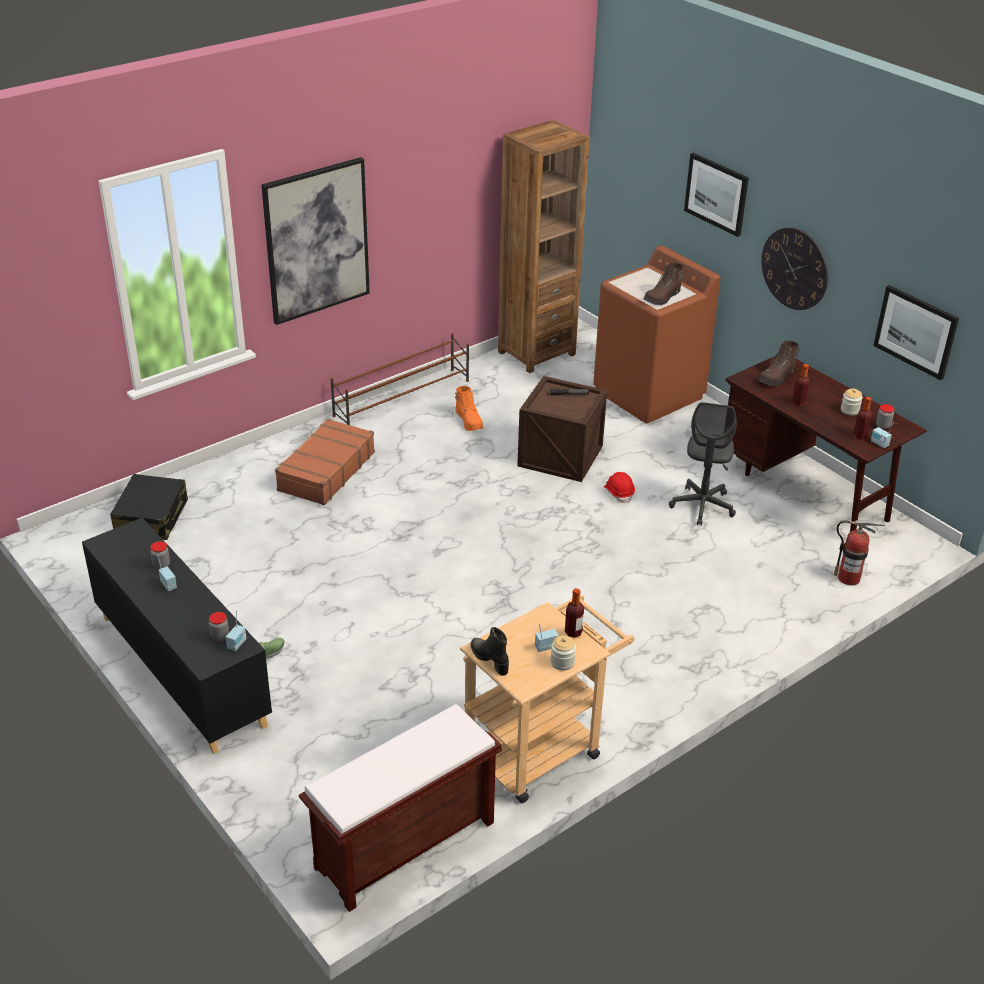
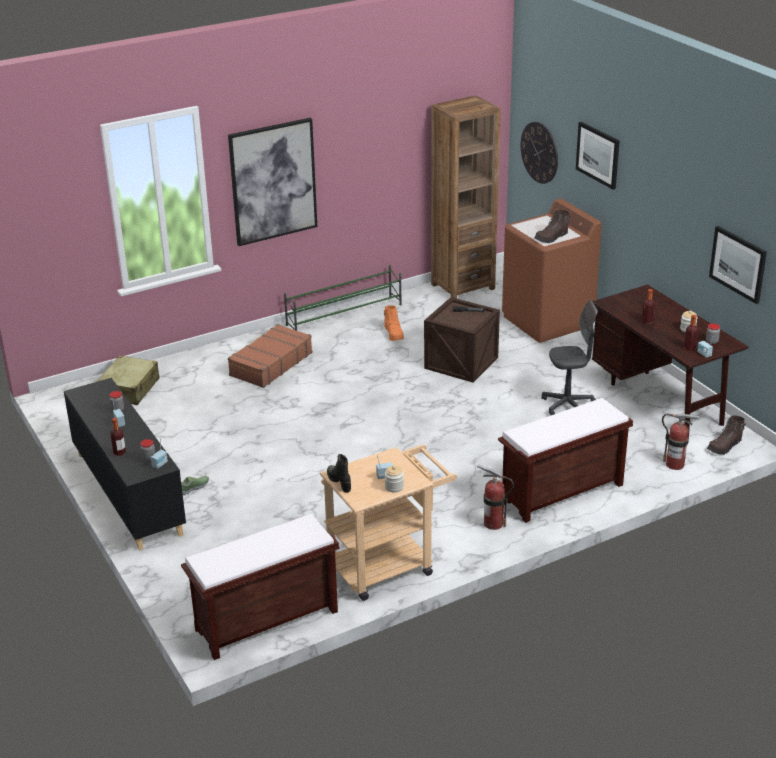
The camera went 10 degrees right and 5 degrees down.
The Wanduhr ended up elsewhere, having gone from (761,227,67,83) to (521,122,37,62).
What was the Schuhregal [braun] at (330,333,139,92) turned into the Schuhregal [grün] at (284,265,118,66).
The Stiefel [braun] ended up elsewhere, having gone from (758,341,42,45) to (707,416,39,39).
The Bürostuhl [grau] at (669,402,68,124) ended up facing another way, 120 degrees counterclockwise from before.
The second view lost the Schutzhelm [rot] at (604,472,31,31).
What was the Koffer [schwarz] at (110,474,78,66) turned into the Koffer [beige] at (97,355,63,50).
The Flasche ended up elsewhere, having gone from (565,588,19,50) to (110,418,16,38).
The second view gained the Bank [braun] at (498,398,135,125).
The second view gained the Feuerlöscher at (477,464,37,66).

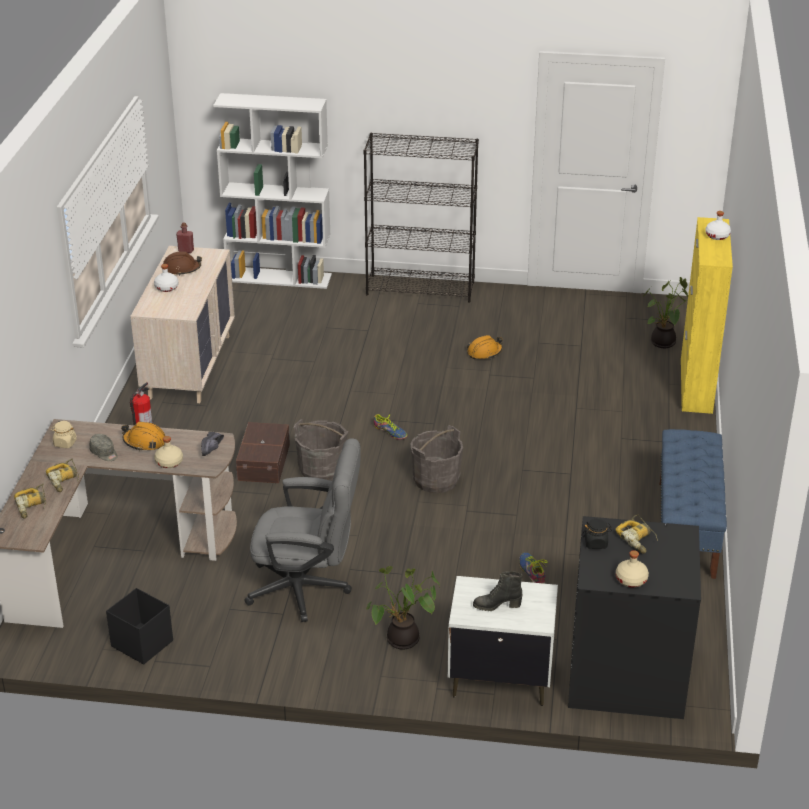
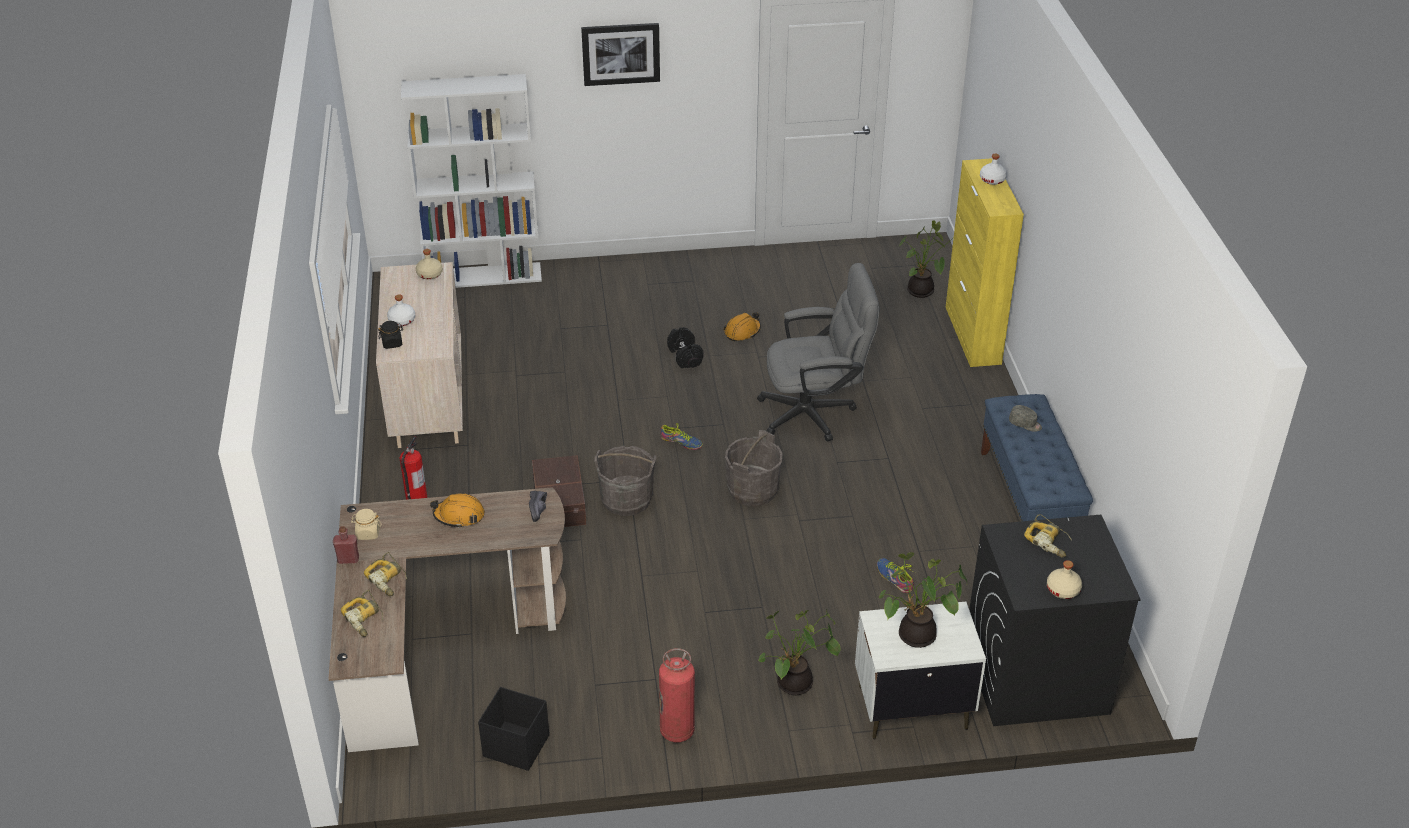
The camera went 15 degrees left and 5 degrees up.
The second view lost the Bücherregal [schwarz] at (363,132,116,170).
The Flasche [rot] ended up elsewhere, having gone from (176,222,18,31) to (333,526,26,38).
The second view lost the Schutzhelm [braun] at (163,251,39,25).
The Kappe [grau] ended up elsewhere, having gone from (89,434,29,27) to (1009,405,33,27).
The Flasche [beige] ended up elsewhere, having gone from (154,436,29,32) to (416,249,27,31).
The Bürostuhl [grau] ended up elsewhere, having gone from (244,438,117,184) to (757,263,123,178).
The Vorratsglas [schwarz] ended up elsewhere, having gone from (583,518,29,31) to (378,321,26,28).
Where the Stiefel [schwarz] stood at (473,571,50,40), the Topfpflanze came to stand at (879,552,88,96).
The second view gained the Bild at (581,23,79,63).
The second view gained the Hantel [schwarz] at (667,327,36,41).
The second view gained the Feuerlöscher at (659,648,36,95).

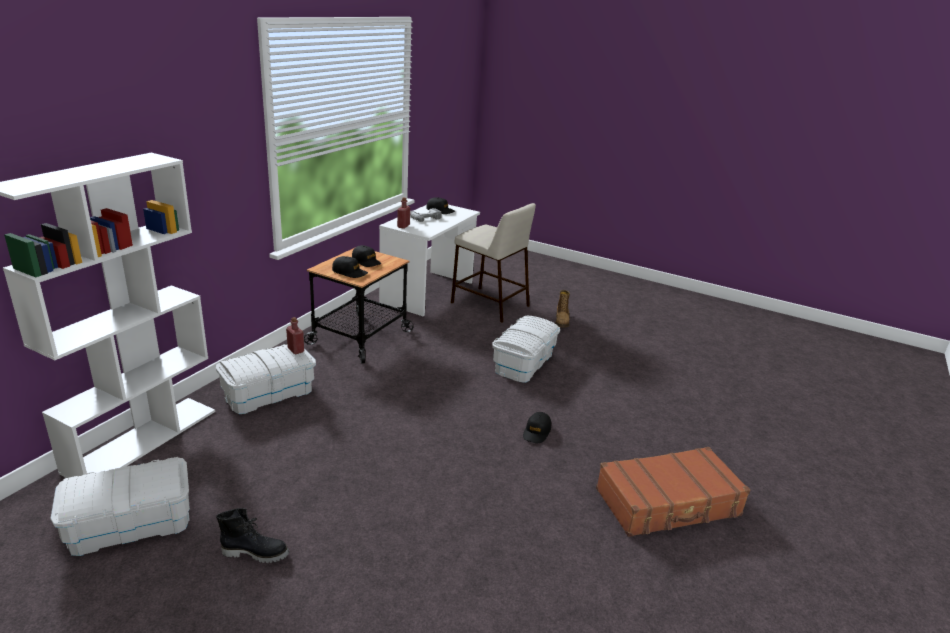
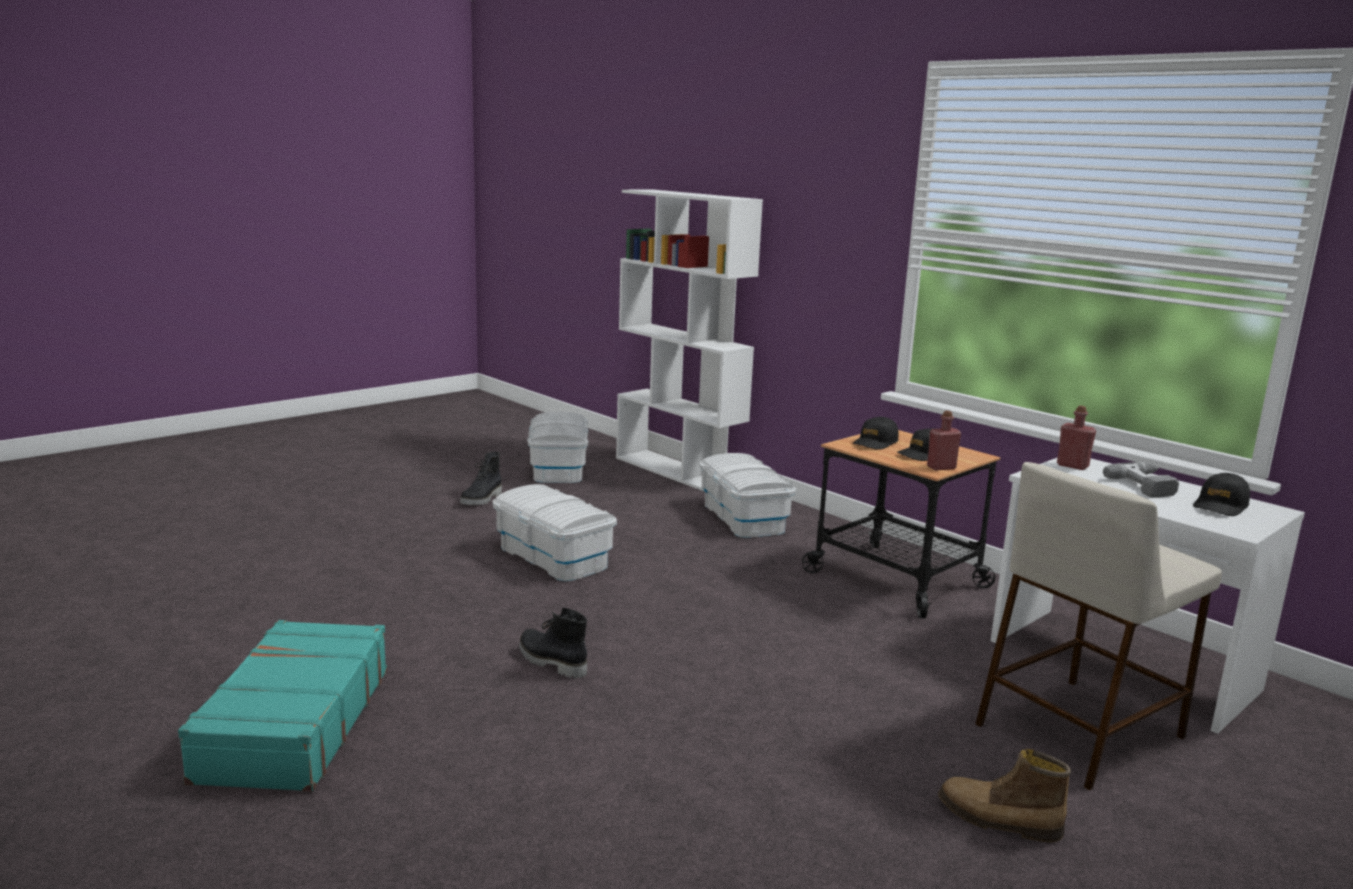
The camera went 110 degrees right and 10 degrees down.
The Aufbewahrungsbox [weiß] ended up elsewhere, having gone from (492,316,68,67) to (492,484,125,97).
The Flasche [rot] ended up elsewhere, having gone from (286,317,18,37) to (927,411,34,60).
Where the Kappe [schwarz] stood at (523,412,28,31), the Stiefel [schwarz] came to stand at (519,608,68,71).
What was the Koffer [braun] at (596,447,154,90) turned into the Koffer [türkis] at (178,620,209,172).

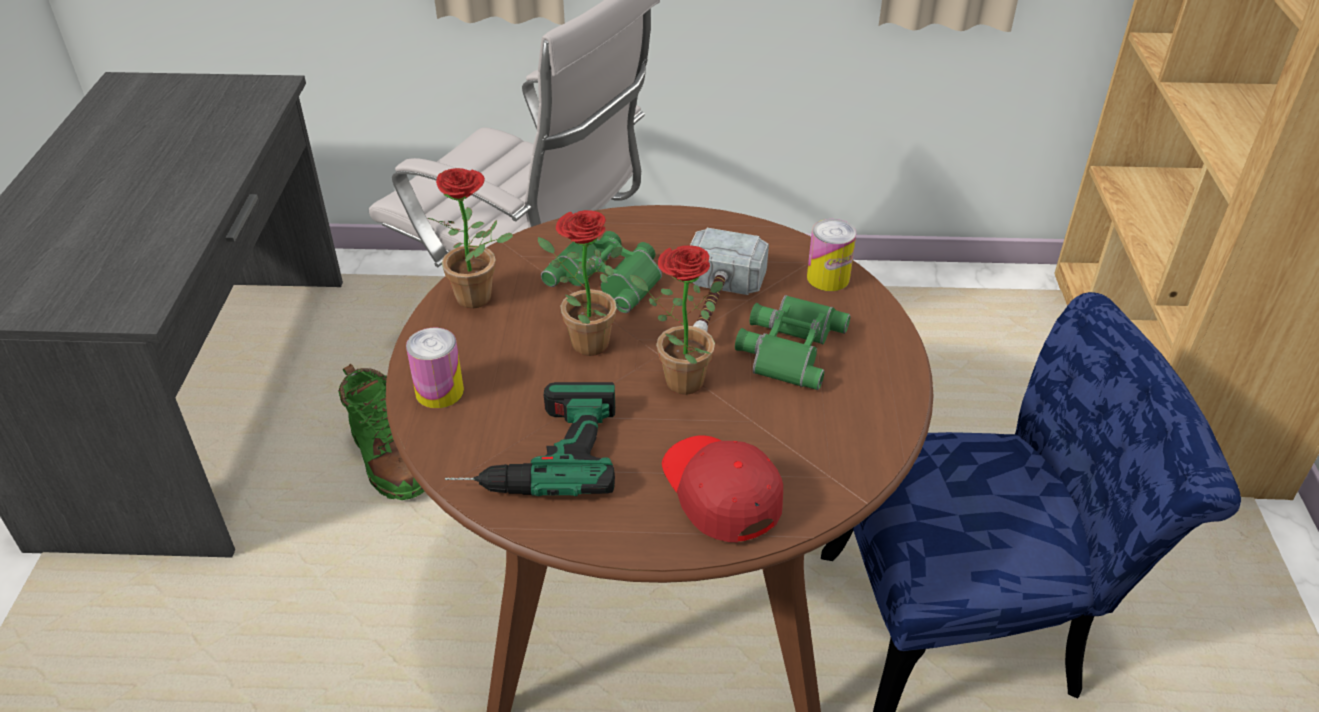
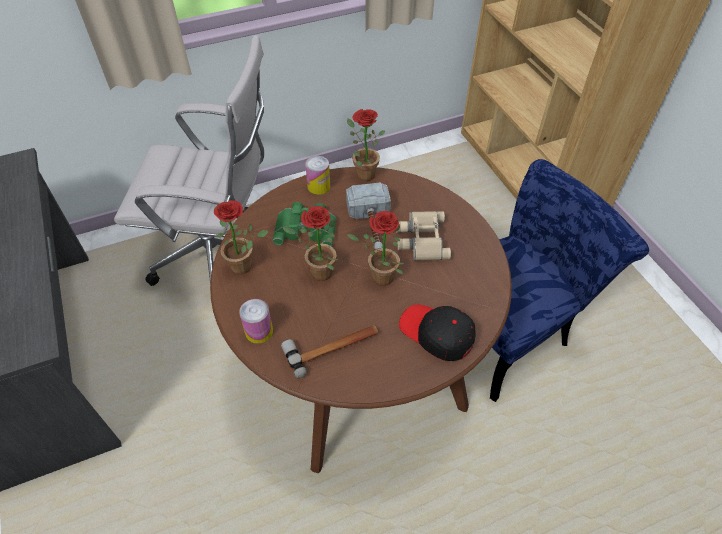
The camera went 25 degrees left and 10 degrees up.
The Dose ended up elsewhere, having gone from (807,219,49,72) to (305,156,25,39).
What was the Fernglas [grün] at (735,295,115,95) turned into the Fernglas [beige] at (396,211,55,50).
The second view lost the Stiefel [grün] at (338,364,87,136).
Where the Bohrmaschine stood at (445,382,170,114), the Hammer came to stand at (281,325,98,53).
What was the Kappe [rot] at (662,435,121,107) turned into the Kappe [schwarz] at (399,305,77,56).
The second view gained the Topfpflanze at (347,109,38,72).

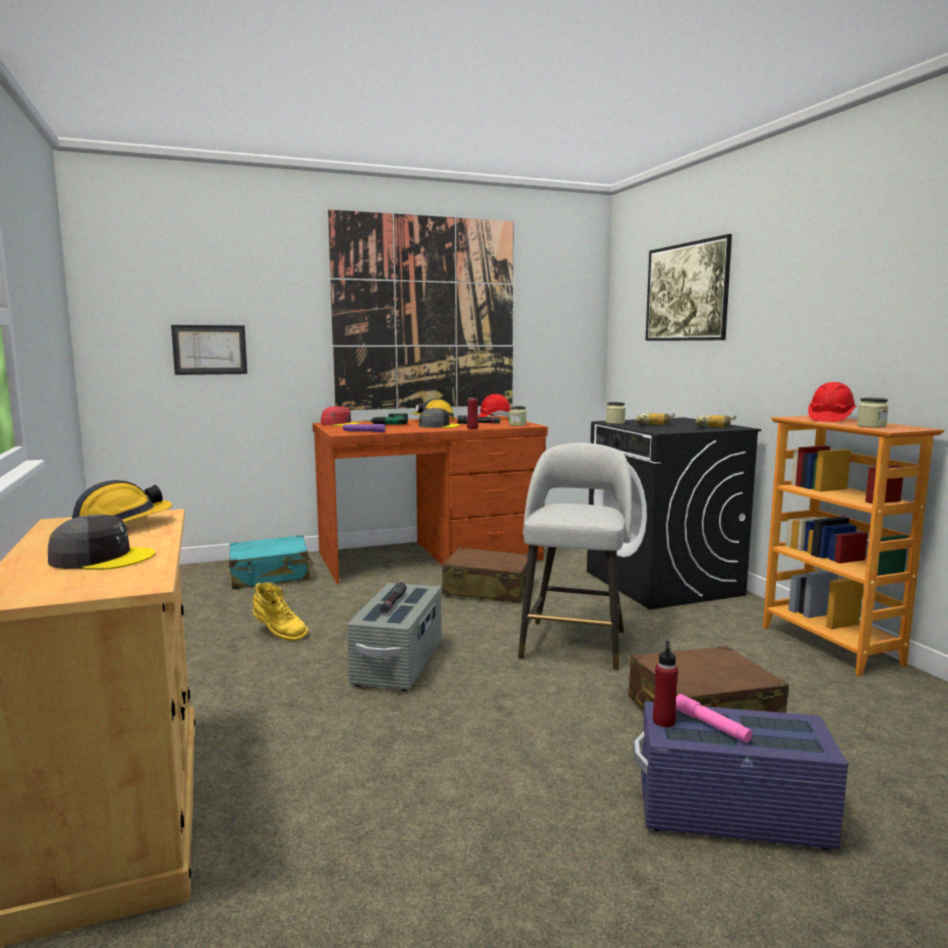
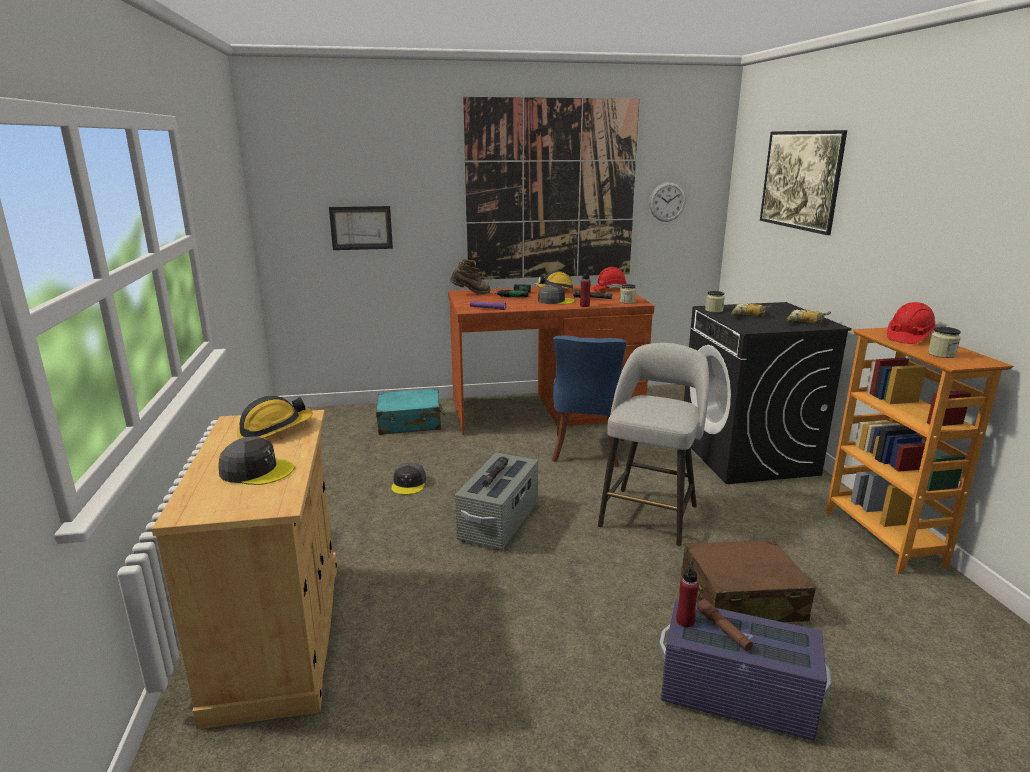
The camera went 10 degrees right and 10 degrees up.
Where the Kappe [rot] stood at (321,406,40,20), the Stiefel [braun] came to stand at (450,259,40,35).
Where the Koffer [braun] stood at (442,547,86,56), the Stuhl [blau] came to stand at (552,335,74,132).
Where the Stiefel [gelb] stood at (253,582,55,59), the Kappe [grau] came to stand at (391,462,35,33).
What was the Taschenlampe [rosa] at (676,694,76,49) turned into the Taschenlampe [braun] at (697,599,56,52).
The second view gained the Wanduhr at (649,182,37,40).

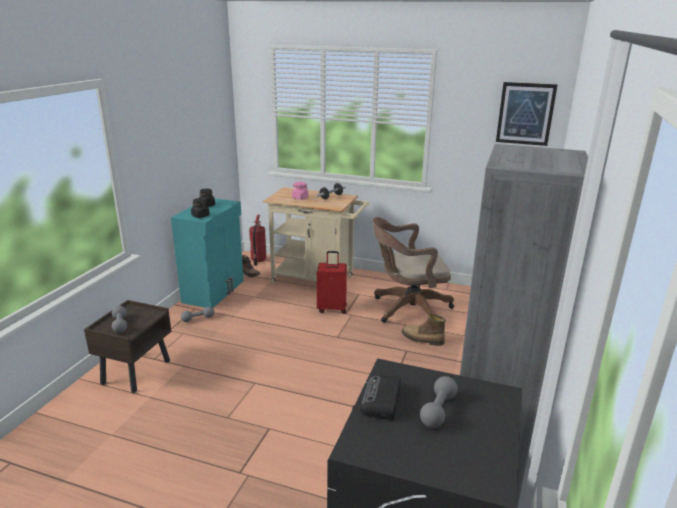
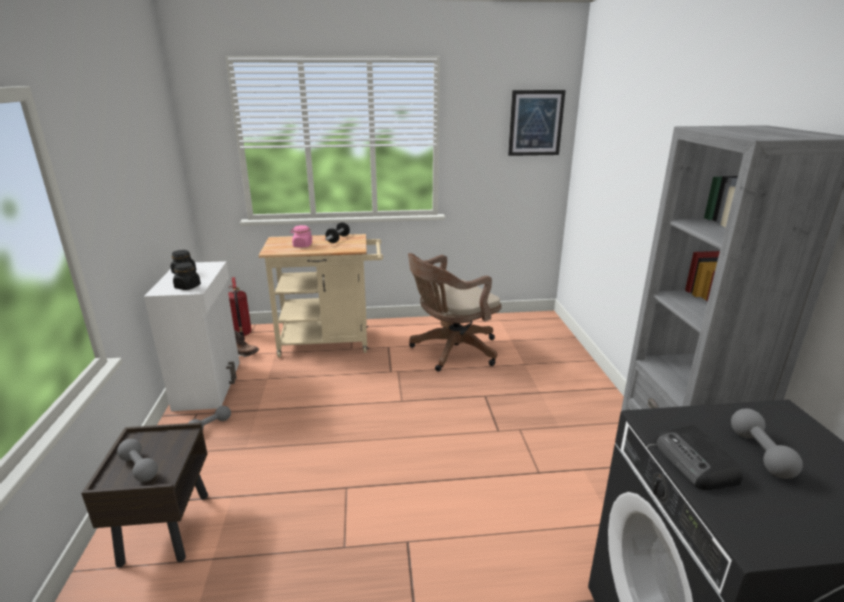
The camera went 25 degrees left and 0 degrees up.
What was the Schrank [türkis] at (171,198,73,110) turned into the Schrank [weiß] at (144,261,96,150).
The second view lost the Koffer [rot] at (317,251,30,63).
The second view lost the Stiefel at (401,314,45,32).

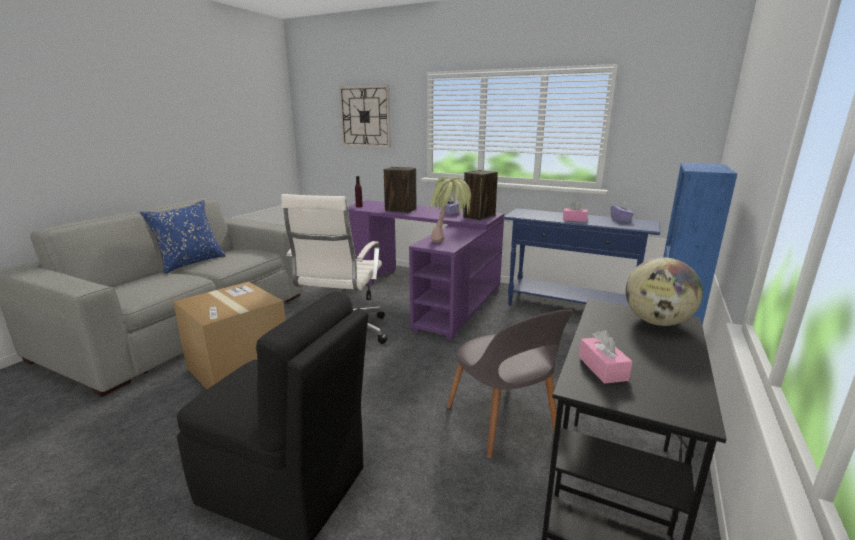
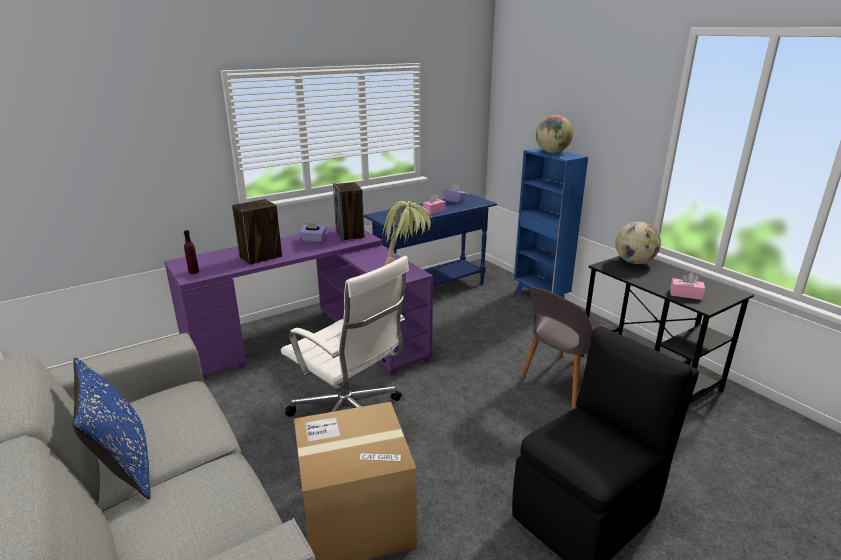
The camera went 60 degrees left and 5 degrees up.
The second view lost the Wanduhr at (339,85,52,62).
The Stuhl [grau] at (447,309,126,150) ended up facing another way, 135 degrees clockwise from before.
The second view gained the Globus at (536,115,37,38).

